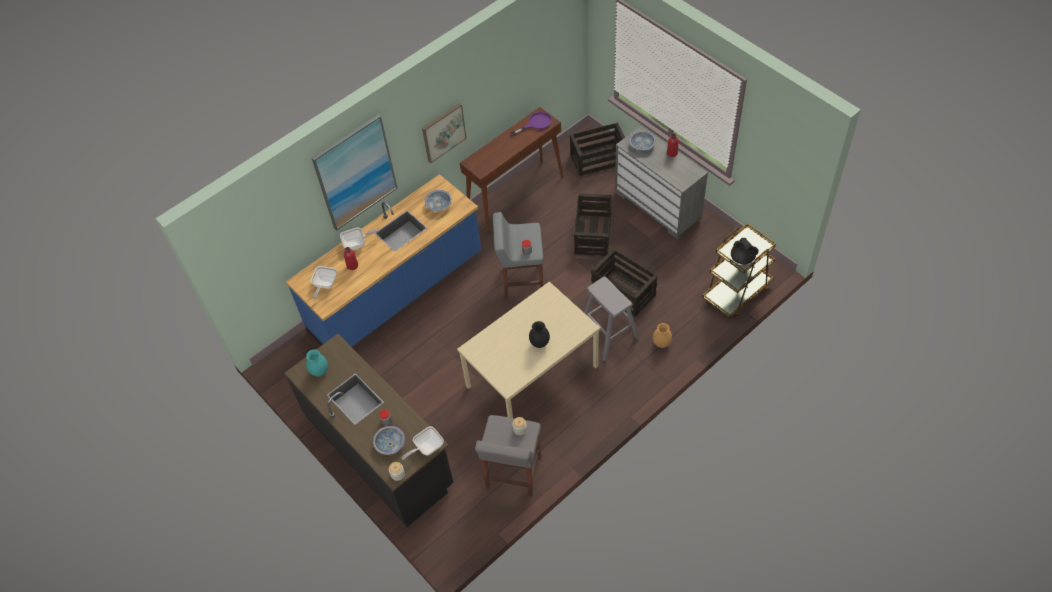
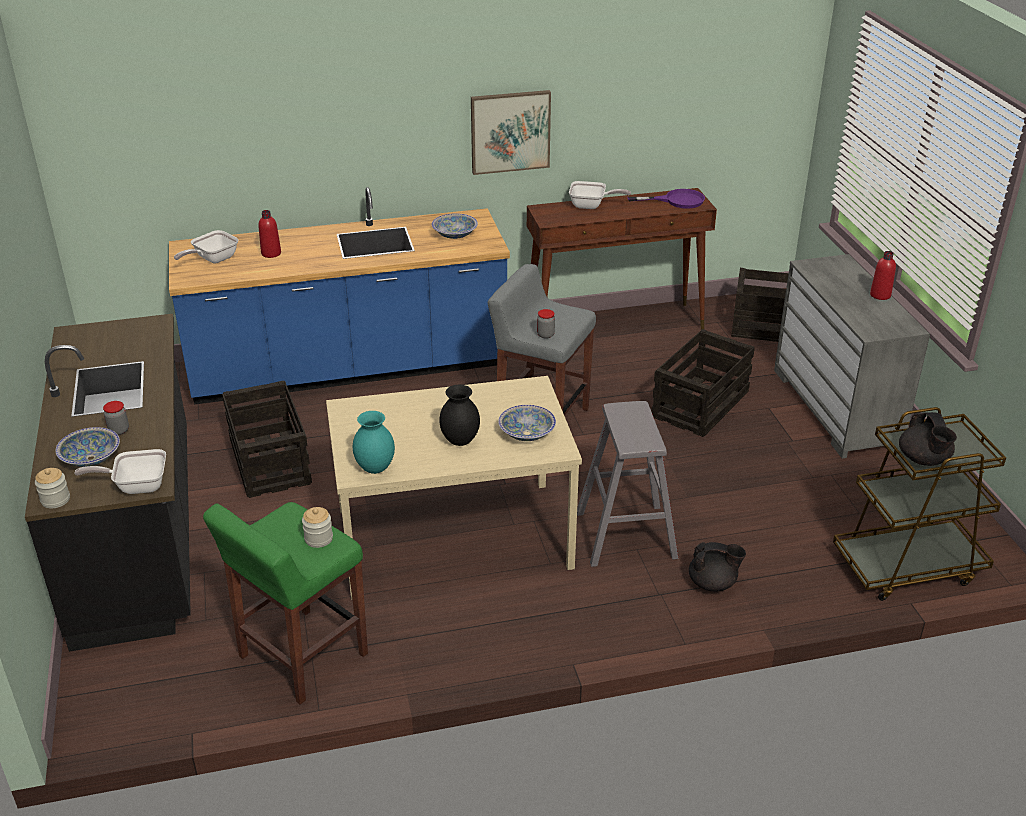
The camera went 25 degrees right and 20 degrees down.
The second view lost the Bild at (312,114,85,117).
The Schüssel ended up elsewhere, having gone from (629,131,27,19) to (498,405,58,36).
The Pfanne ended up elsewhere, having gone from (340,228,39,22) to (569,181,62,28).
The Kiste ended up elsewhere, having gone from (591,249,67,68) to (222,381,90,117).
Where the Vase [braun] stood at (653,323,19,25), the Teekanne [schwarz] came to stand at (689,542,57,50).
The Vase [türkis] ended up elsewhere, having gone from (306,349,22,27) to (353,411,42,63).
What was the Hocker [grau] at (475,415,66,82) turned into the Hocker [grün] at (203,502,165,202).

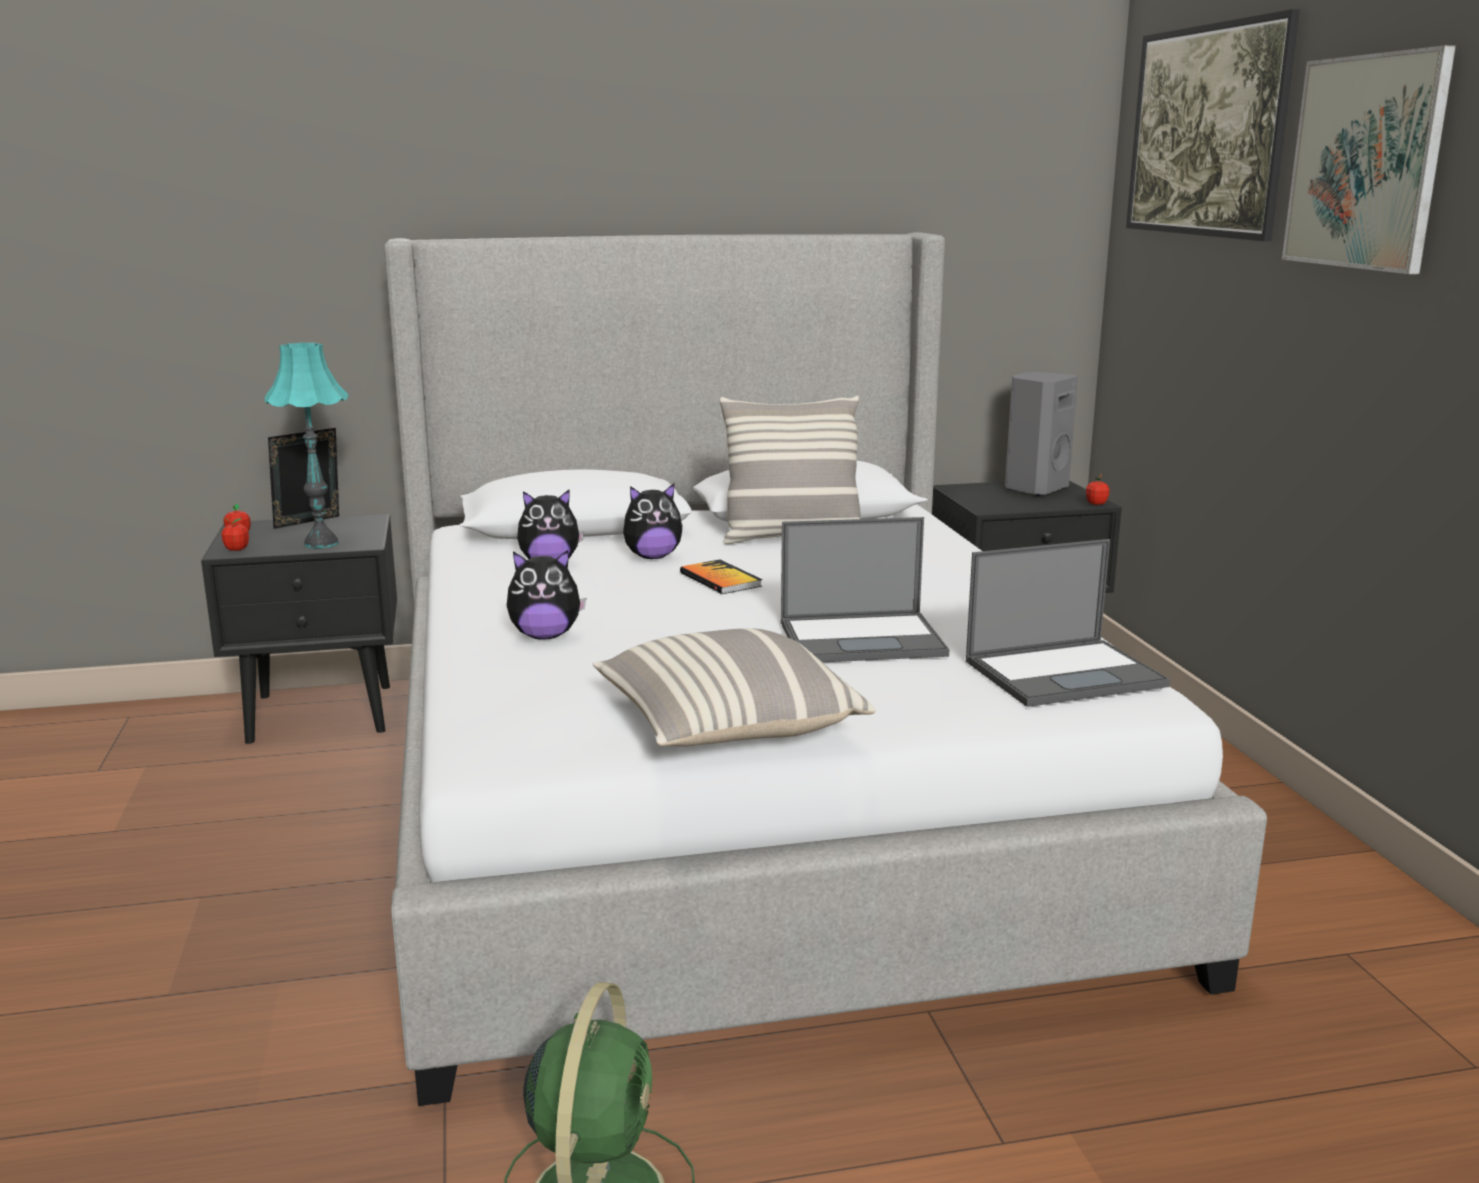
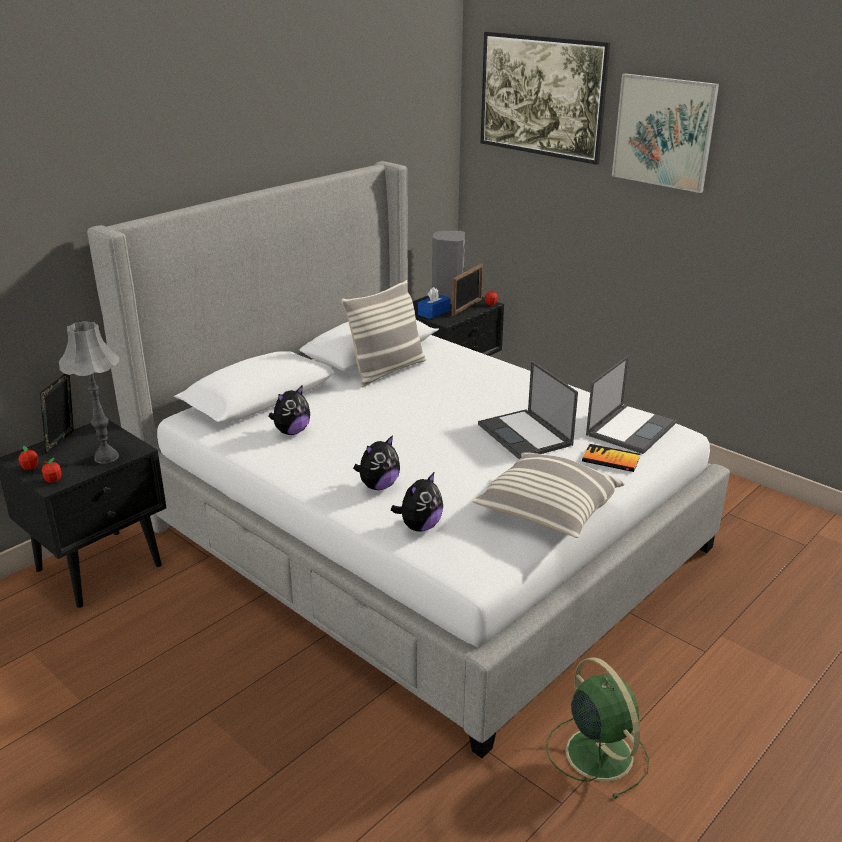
The camera went 35 degrees left and 10 degrees up.
What was the Tischlampe [türkis] at (265,343,83,205) turned into the Tischlampe [grau] at (59,321,61,143).
The Plüschtier ended up elsewhere, having gone from (623,484,60,75) to (391,471,52,60).
The Laptop at (781,517,168,145) ended up facing another way, 105 degrees clockwise from before.
The Buch ended up elsewhere, having gone from (680,559,82,35) to (582,444,58,28).
The second view gained the Bilderrahmen at (451,264,32,52).
The second view gained the Taschentuchbox [blau] at (418,287,33,32).

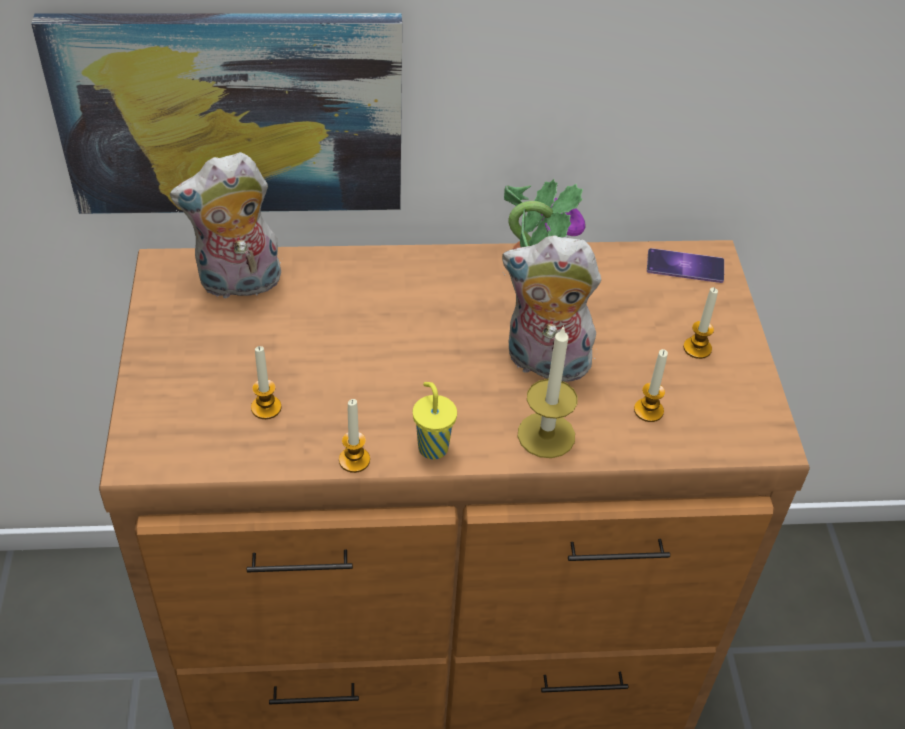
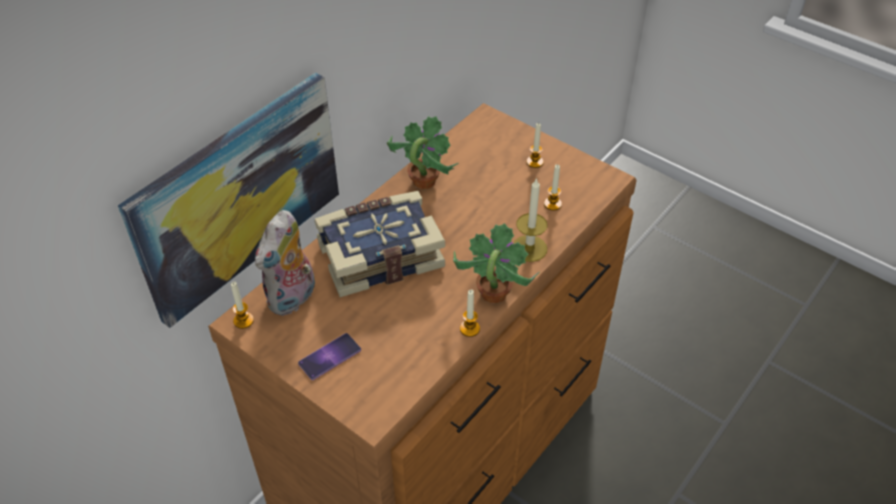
The camera went 45 degrees left and 0 degrees up.
The second view lost the Plüschtier at (502,235,99,147).
The Handy ended up elsewhere, having gone from (647,248,77,35) to (298,333,63,47).
The Kerze ended up elsewhere, having gone from (251,346,31,73) to (231,282,23,47).
Where the Tasse [gelb] stood at (413,382,44,77), the Topfpflanze came to stand at (453,223,86,80).
The second view gained the Buch at (315,191,130,106).

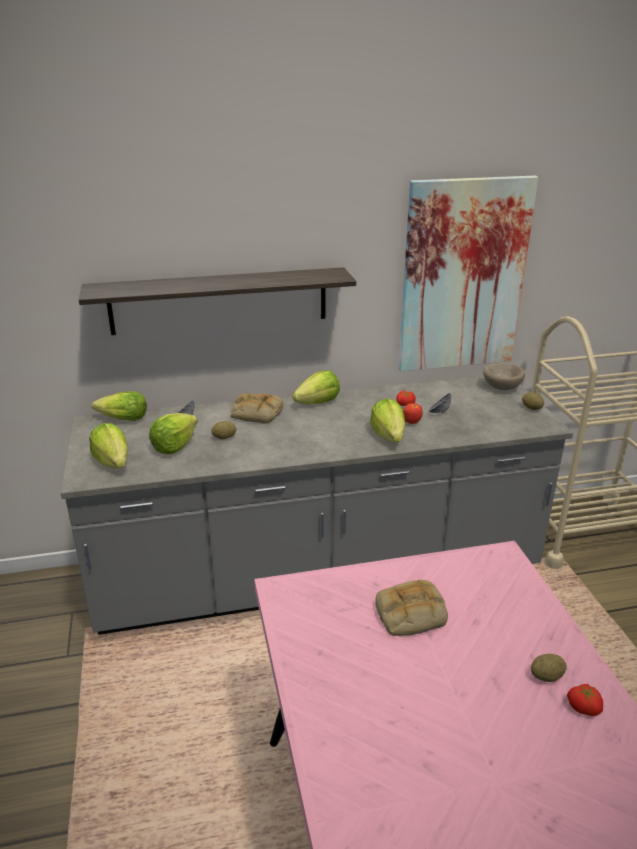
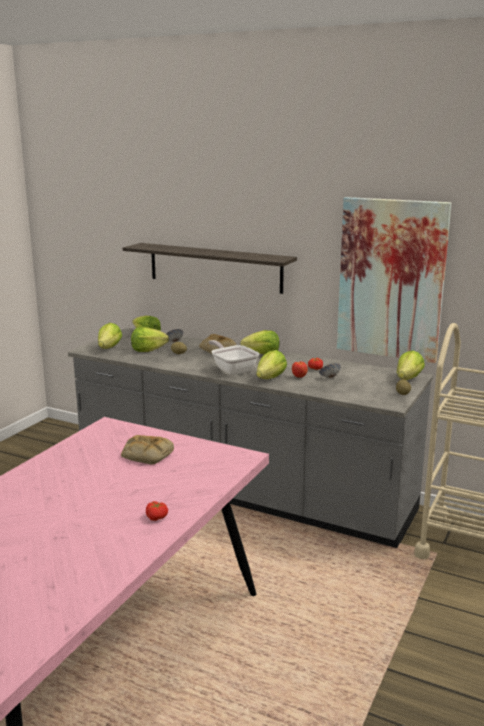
The camera went 40 degrees right and 10 degrees down.
Where the Schüssel [beige] stood at (483,363,42,27), the Salatkopf came to stand at (397,351,28,29).
The second view lost the Kartoffel at (531,654,36,28).
The second view gained the Pfanne at (208,340,51,35).

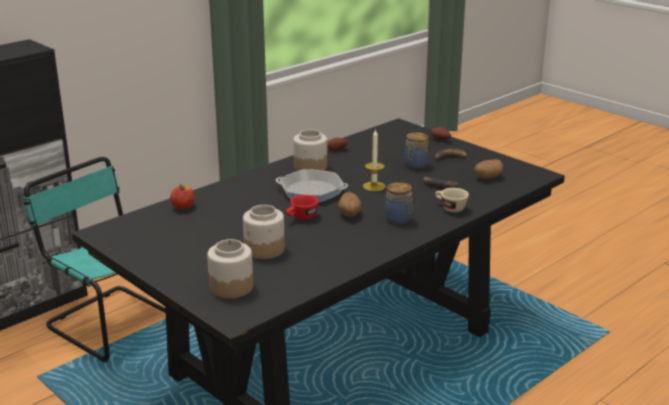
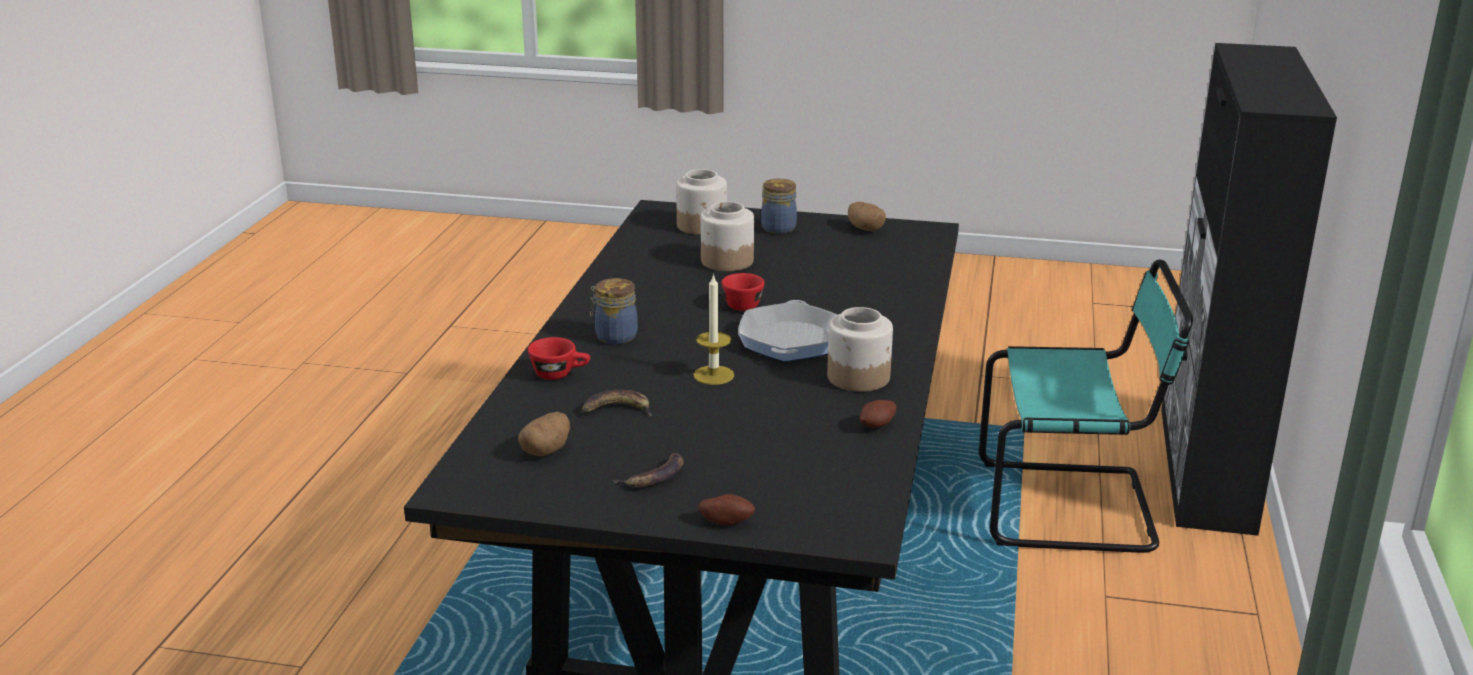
The camera went 145 degrees right and 0 degrees up.
The Vorratsglas ended up elsewhere, having gone from (404,132,24,37) to (761,179,36,55).
The Pfanne at (276,169,72,34) ended up facing another way, 120 degrees clockwise from before.
The second view lost the Apfel at (170,184,24,26).
What was the Tasse [beige] at (435,188,34,24) turned into the Tasse [rot] at (528,337,62,43).
The Kartoffel ended up elsewhere, having gone from (338,192,23,25) to (848,202,38,29).

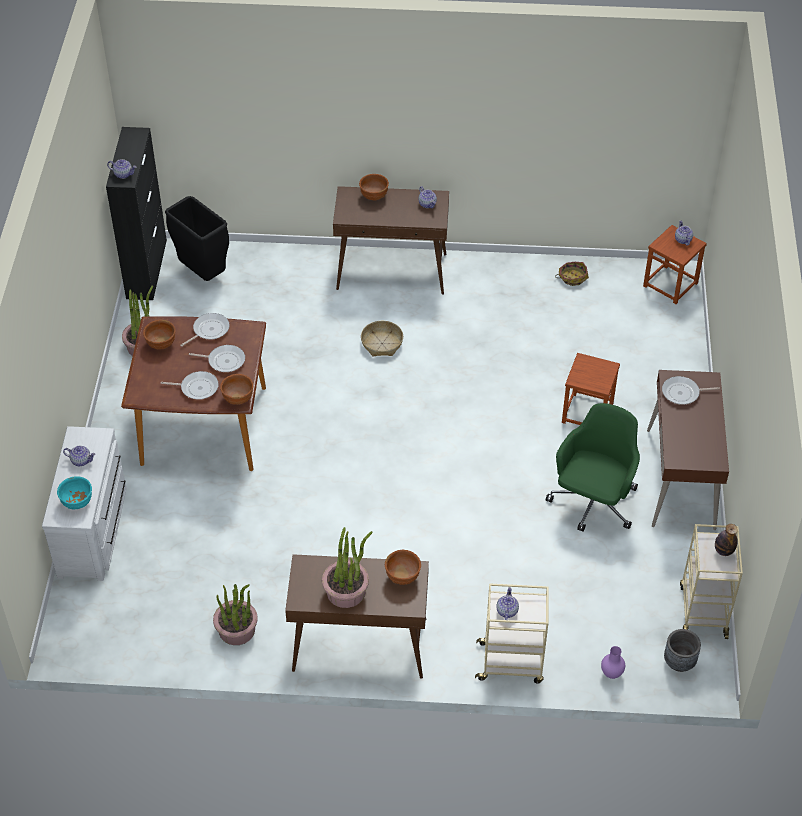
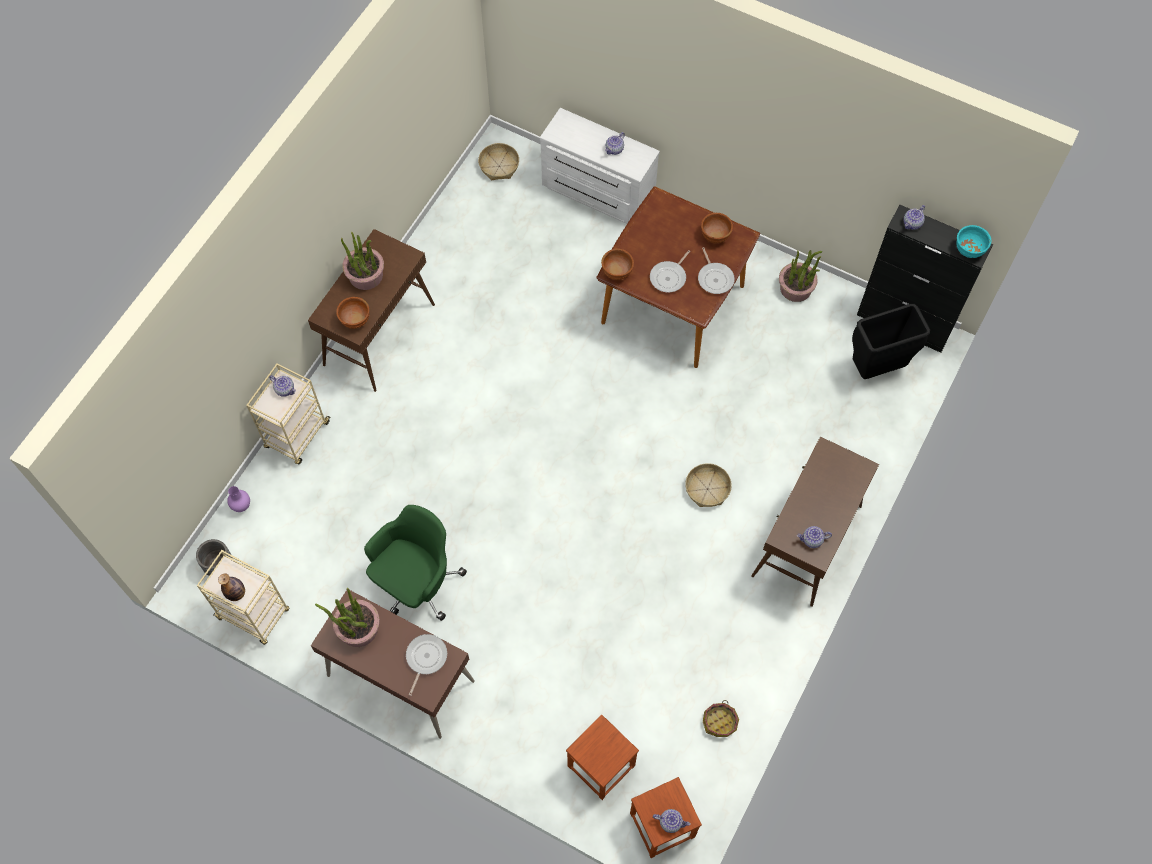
The camera went 115 degrees right and 15 degrees up.
The second view lost the Schüssel [braun] at (359,174,30,26).
The Hocker [braun] ended up elsewhere, having gone from (562,353,58,72) to (566,715,73,85).
The second view lost the Pfanne at (161,371,58,29).
The Bürostuhl [grün] at (546,403,94,129) ended up facing another way, 105 degrees counterclockwise from before.
The Schüssel [türkis] ended up elsewhere, having gone from (57,477,35,32) to (956,225,35,33).
The Topfpflanze ended up elsewhere, having gone from (213,584,45,61) to (315,588,65,59).
The second view gained the Korb at (478,143,41,38).

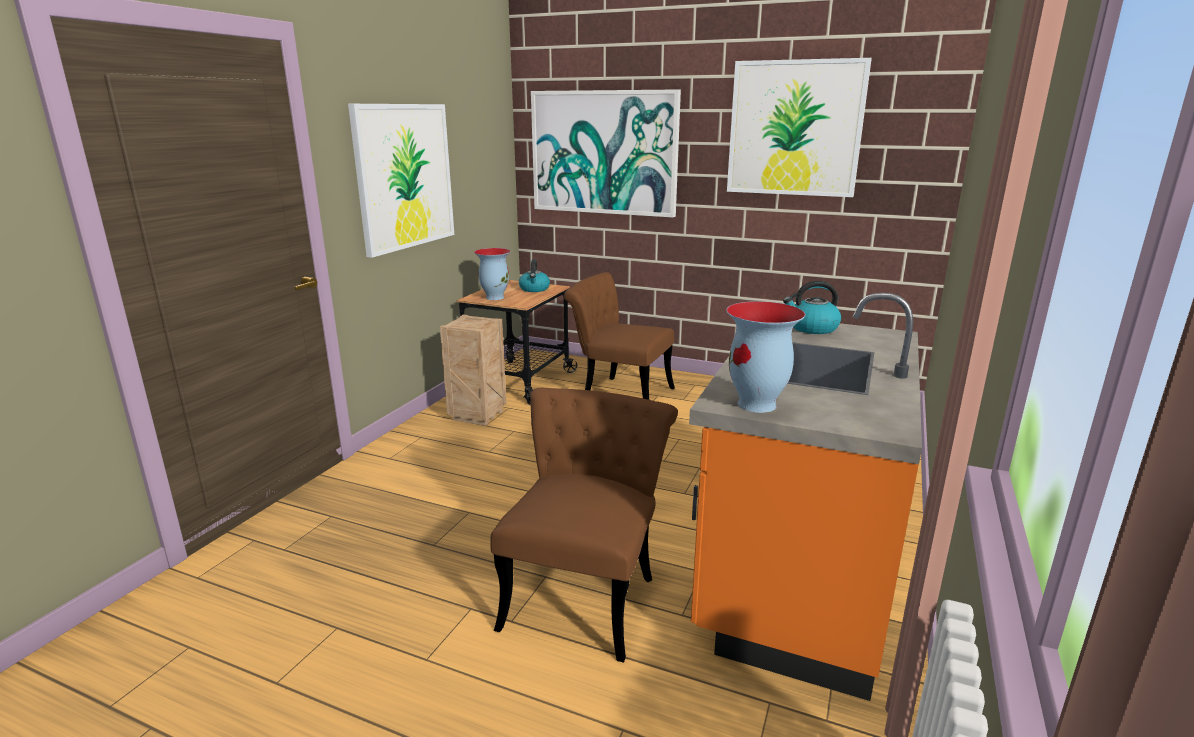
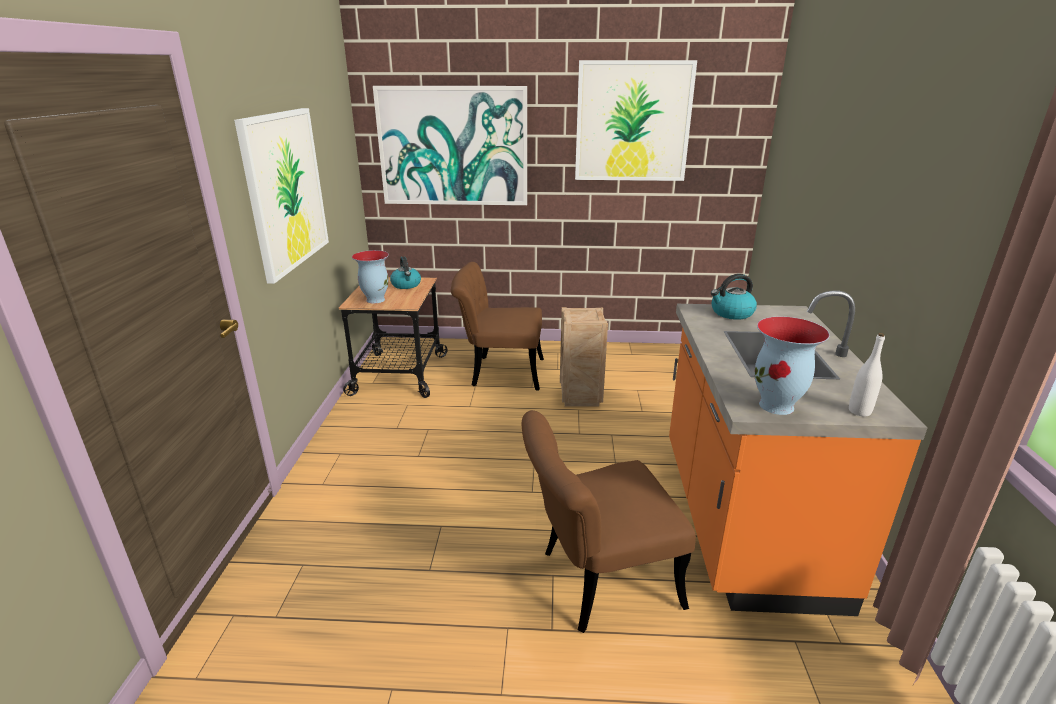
The camera went 20 degrees left and 5 degrees up.
The Kiste ended up elsewhere, having gone from (440,315,66,111) to (560,307,48,100).
The Stuhl [braun] at (490,388,188,274) ended up facing another way, 105 degrees counterclockwise from before.
The second view gained the Flasche [weiß] at (849,333,36,84).

